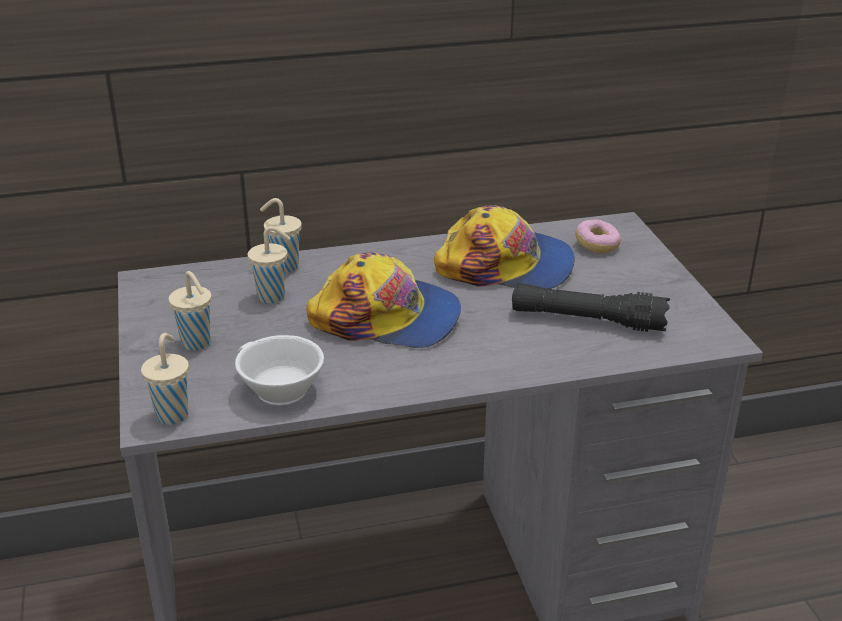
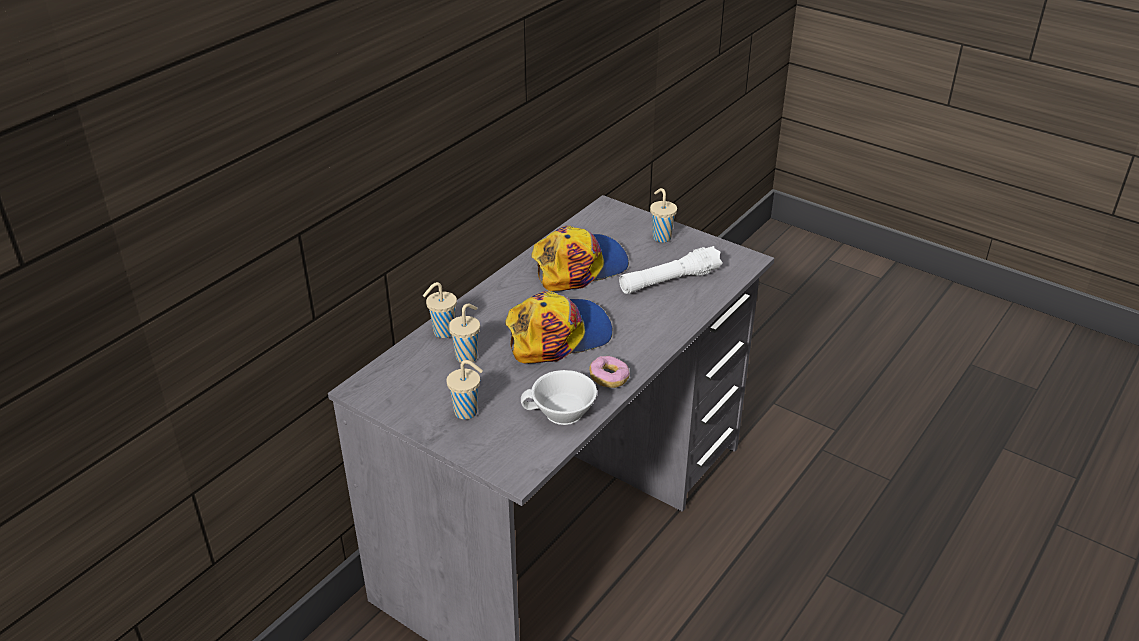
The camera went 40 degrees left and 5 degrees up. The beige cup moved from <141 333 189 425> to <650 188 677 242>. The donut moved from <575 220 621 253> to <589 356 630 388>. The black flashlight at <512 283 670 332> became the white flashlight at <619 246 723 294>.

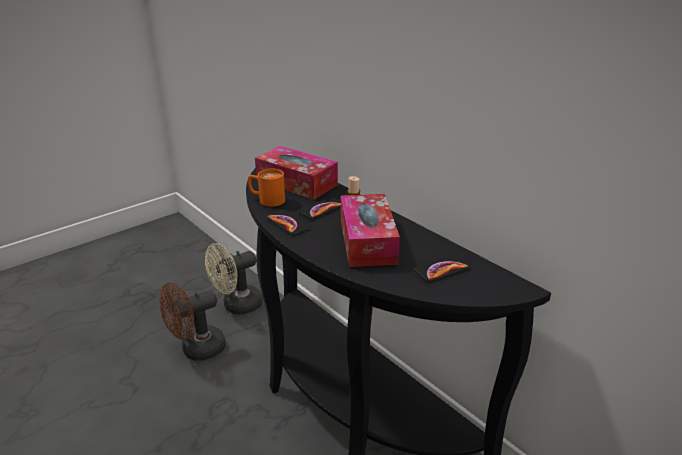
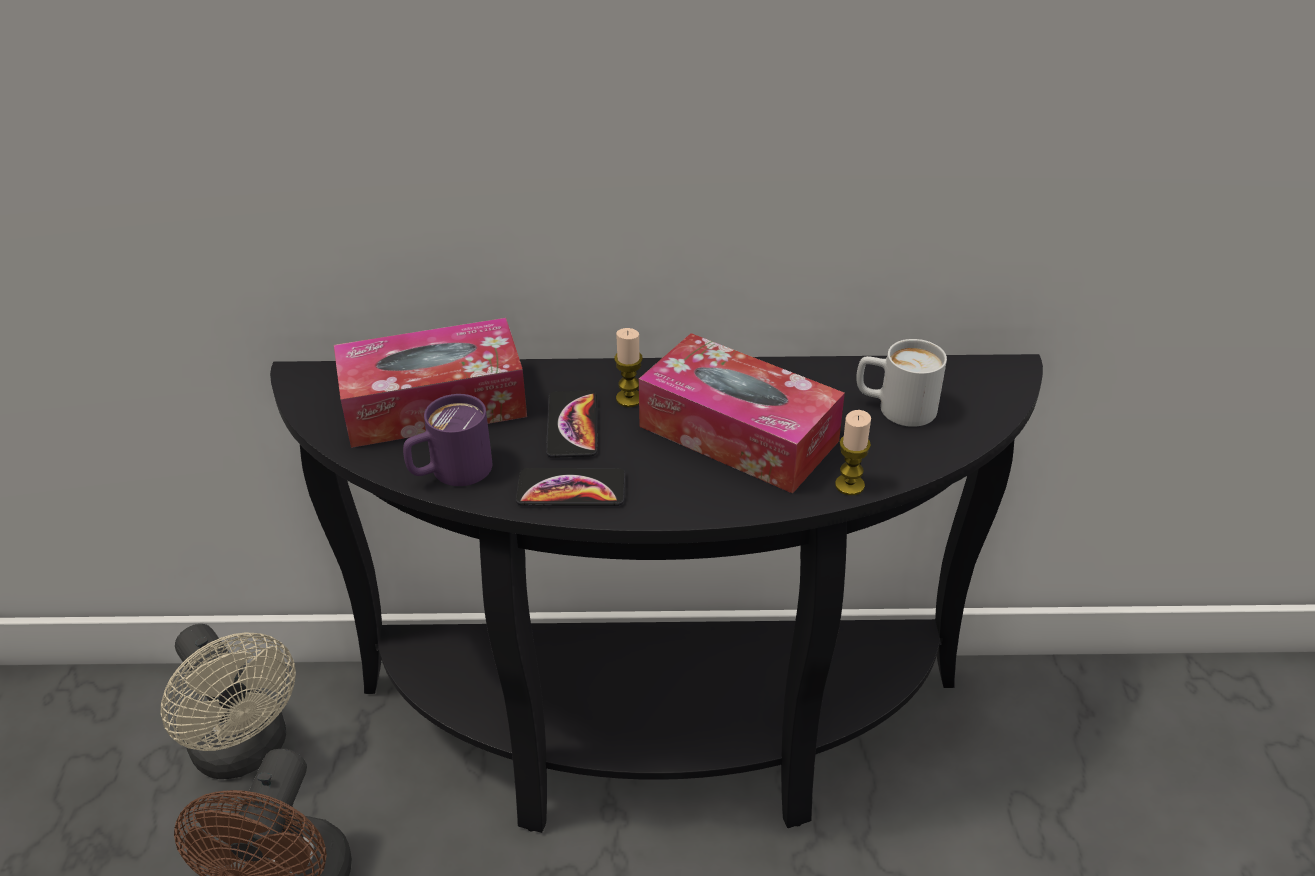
The camera went 50 degrees left and 10 degrees up. The candle at <835 410 871 495> appeared. The phone at <413 254 471 282> was replaced by the white mug at <856 339 947 427>. The orange mug at <248 169 285 207> became the purple mug at <403 394 492 486>. The beige fan at <205 243 263 314> turned 45 degrees counterclockwise.

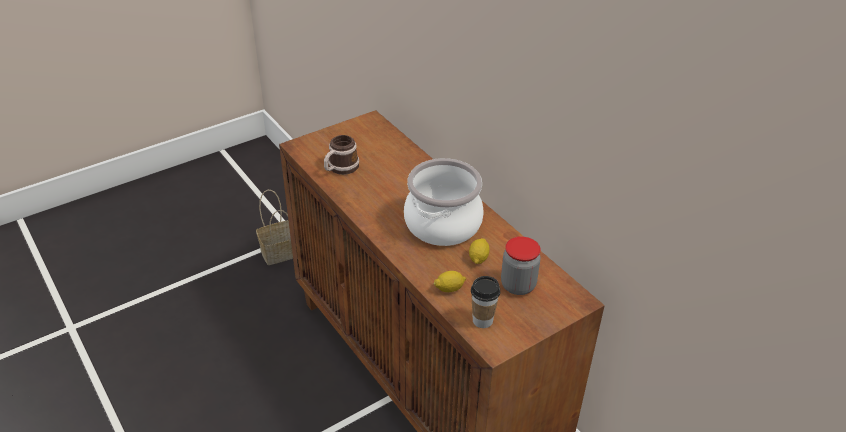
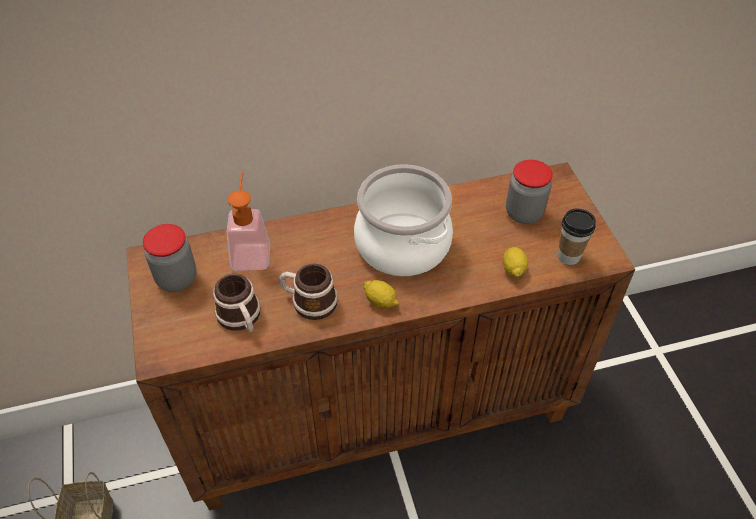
The camera went 70 degrees left and 10 degrees up. The jar at <143 224 197 292> appeared. The soap dispenser at <227 172 270 271> appeared. The mug at <279 264 338 320> appeared. The lemon moved from <469 238 490 264> to <363 280 399 309>.

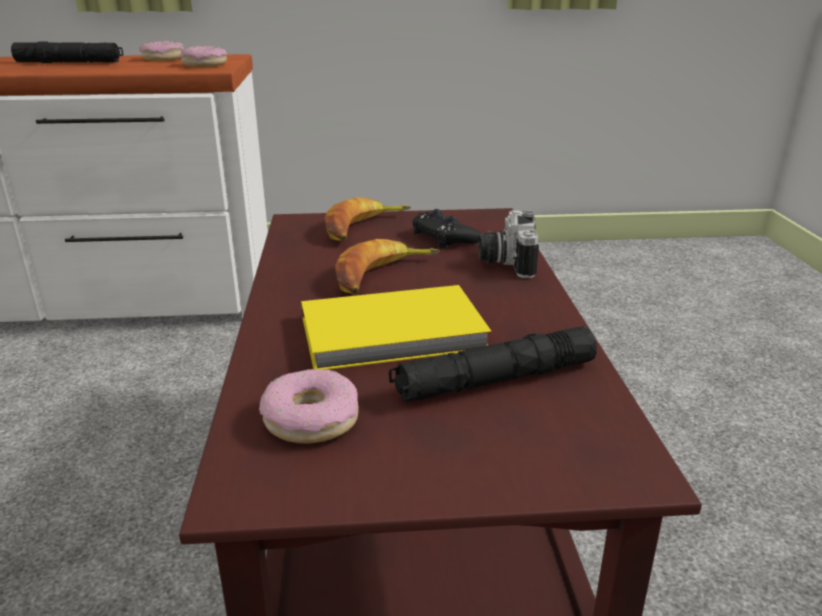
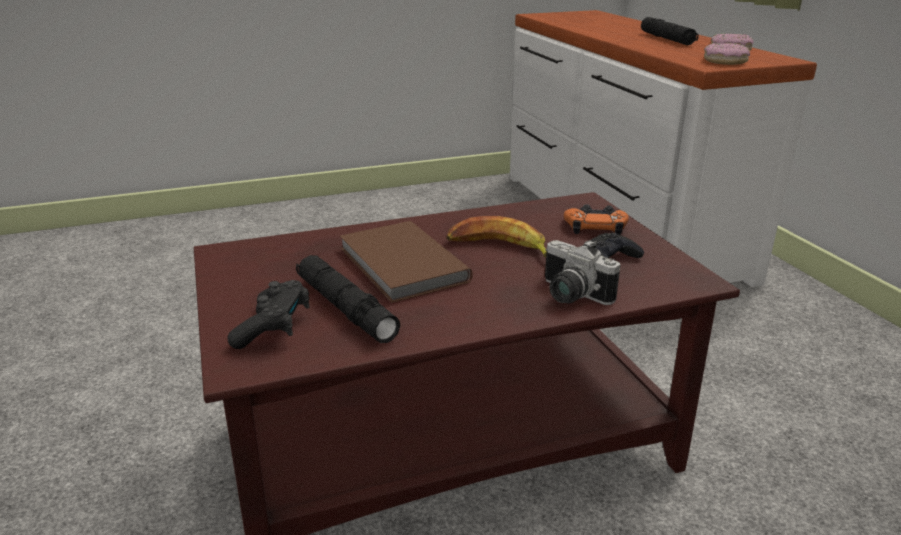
The camera went 75 degrees right and 0 degrees up. The donut at <259 369 359 444> disappeared. The black game controller at <227 280 309 349> appeared. The banana at <325 197 411 241> was replaced by the orange game controller at <564 204 629 235>. The yellow book at <301 285 492 370> became the brown book at <340 221 473 303>. The photo camera at <478 210 539 278> turned 120 degrees counterclockwise.

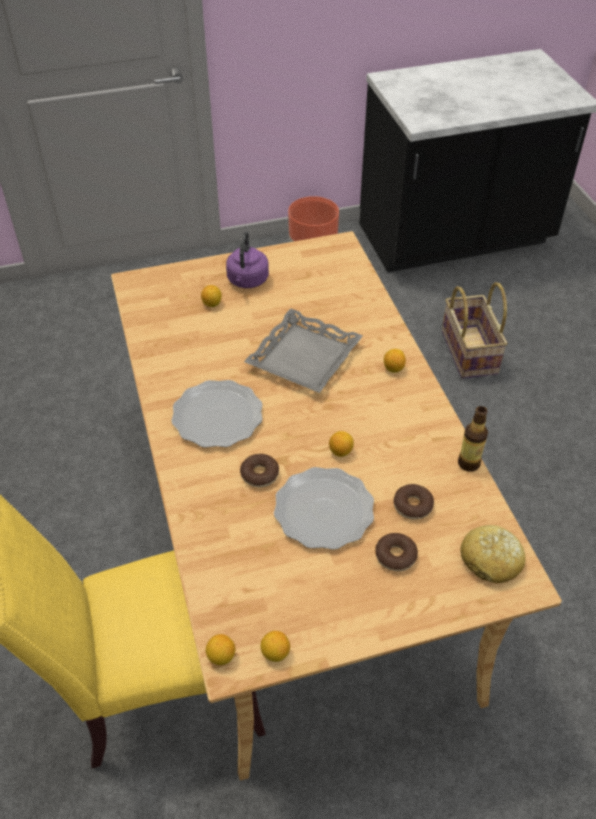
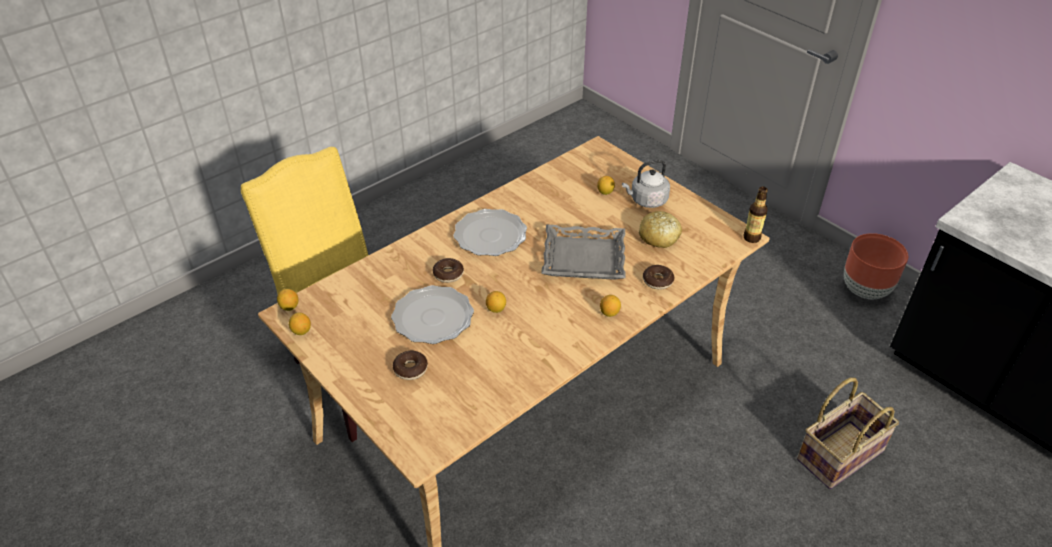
The camera went 65 degrees right and 5 degrees down. The donut moved from <394 484 434 520> to <643 265 674 290>. The bottle moved from <458 406 488 472> to <743 187 768 243>. The bread moved from <461 525 526 583> to <639 211 682 248>. The purple kettle at <226 231 269 288> became the grey kettle at <622 159 670 208>.

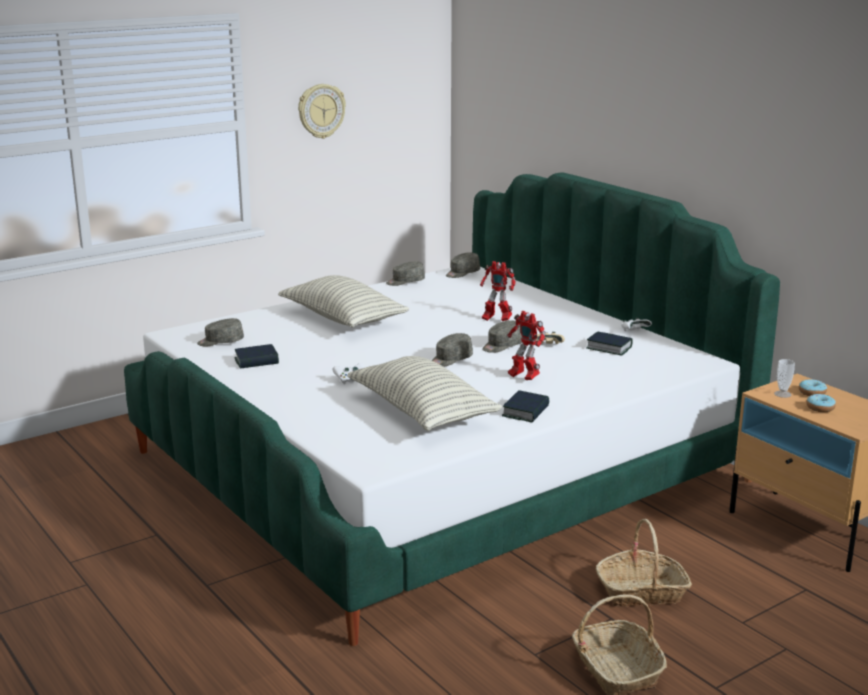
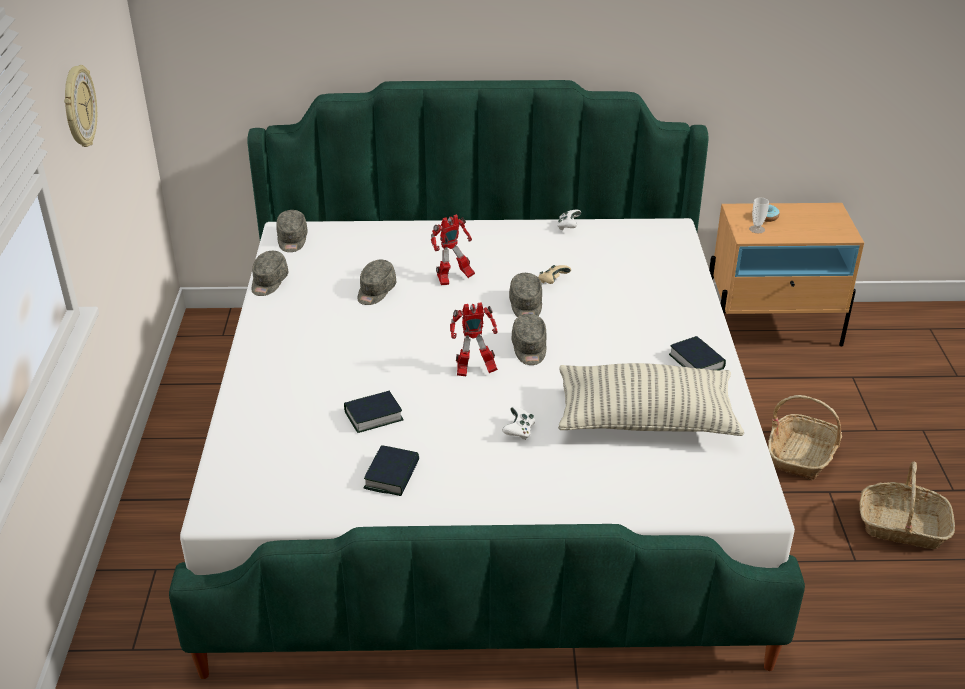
The camera went 55 degrees left and 15 degrees up. The pillow at <278 275 409 327> disappeared. The donut at <806 394 836 412> disappeared. The grey cap moved from <197 318 244 346> to <358 260 396 305>. The toy robot moved from <508 311 546 380> to <450 302 498 376>. The book moved from <587 331 633 356> to <344 391 404 433>.

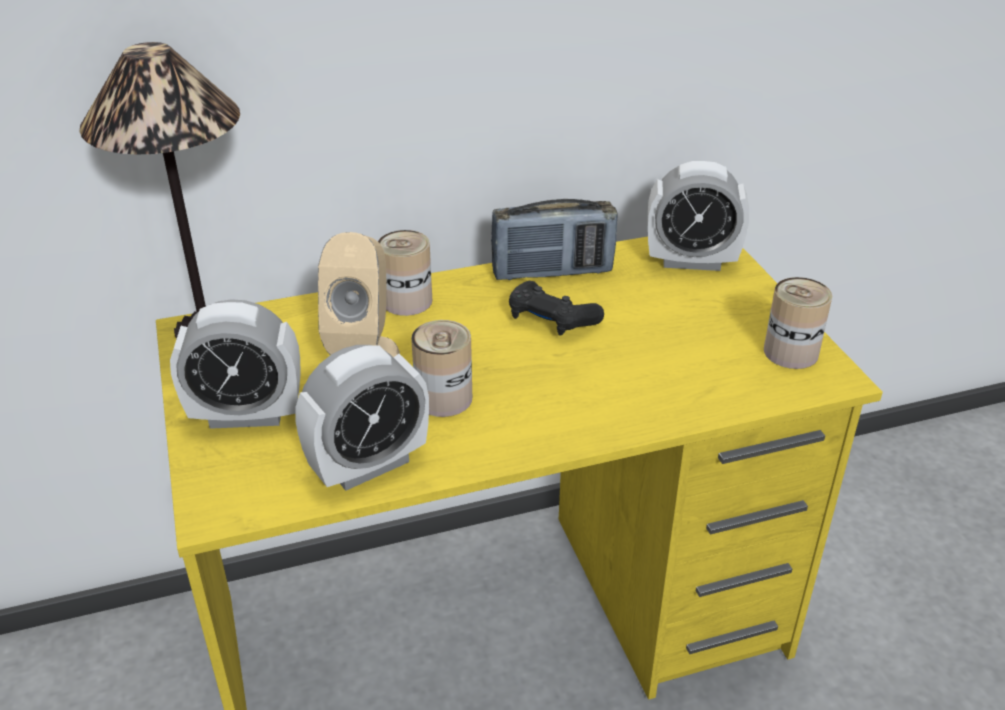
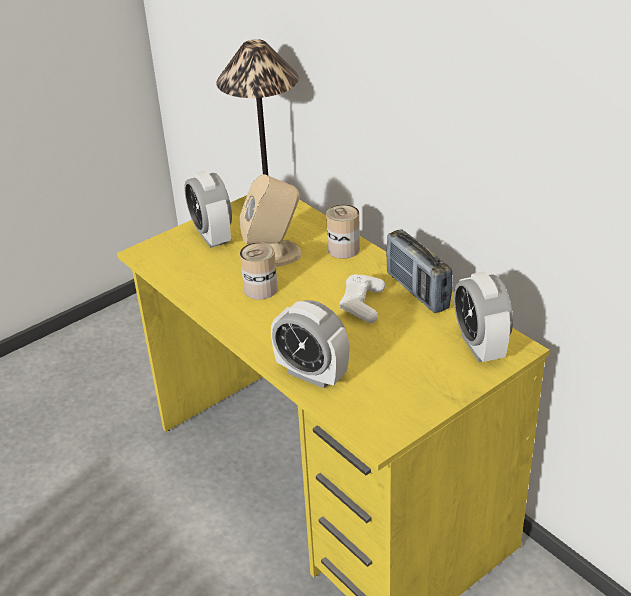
The camera went 70 degrees right and 0 degrees up. The can at <764 277 832 369> disappeared. The alarm clock moved from <295 345 429 491> to <271 300 349 389>. The black game controller at <509 281 604 336> became the white game controller at <340 274 385 323>.

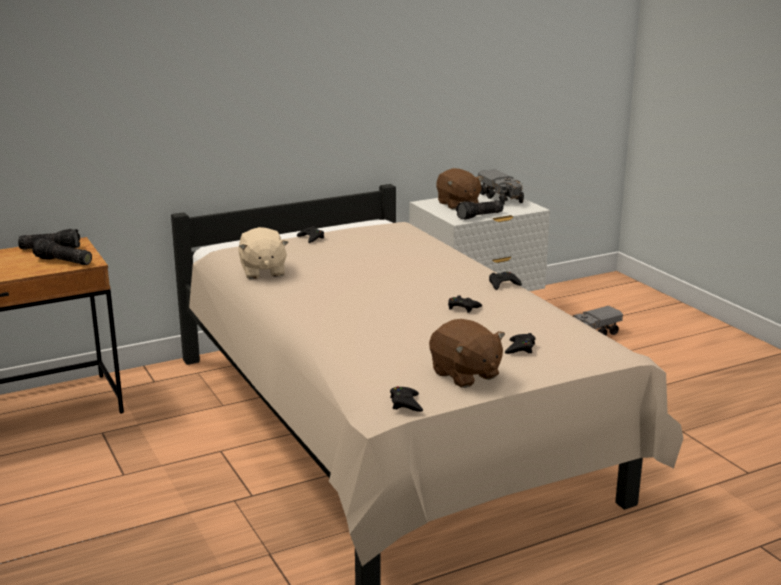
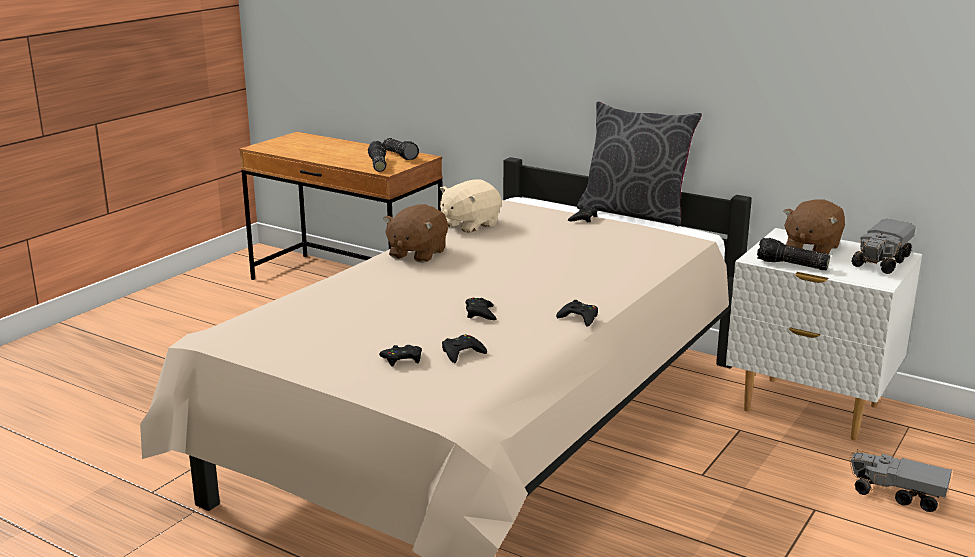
The camera went 60 degrees right and 0 degrees up. The grey pillow at <577 101 702 226> appeared. The black game controller moved from <390 386 423 412> to <442 335 487 363>. The brown plush toy moved from <429 319 505 388> to <383 204 448 263>.

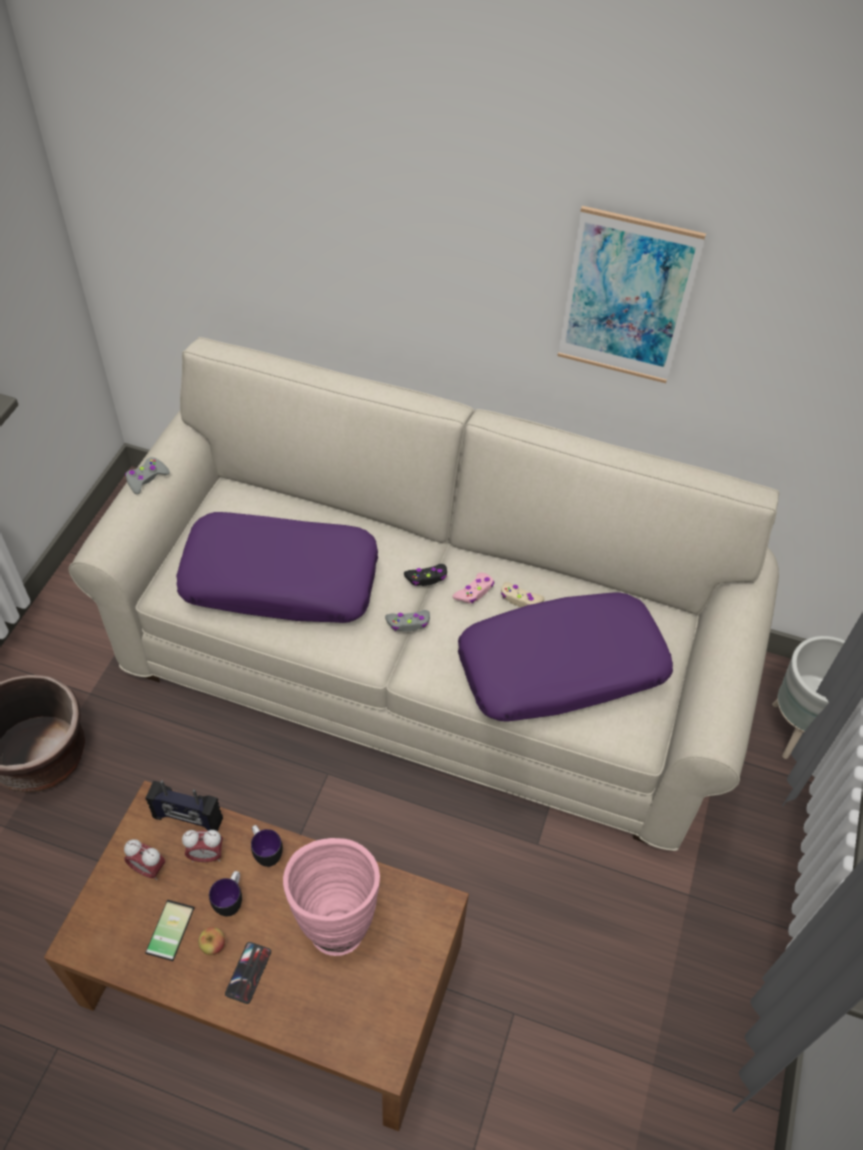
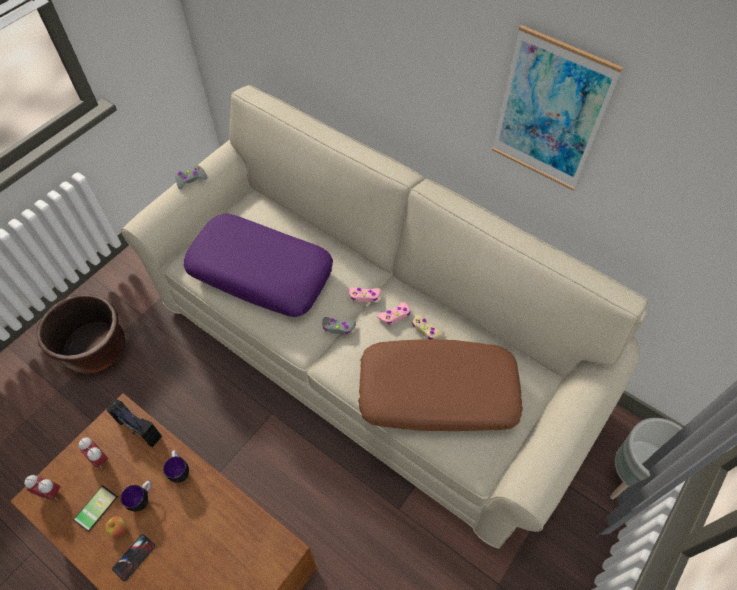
The camera went 20 degrees right and 5 degrees up. The pink vase at <283 838 380 956> disappeared. The alarm clock moved from <182 830 223 862> to <24 475 61 500>. The black game controller at <404 564 447 586> became the pink game controller at <349 287 381 302>. The purple pillow at <458 593 673 722> became the brown pillow at <358 339 523 431>.

